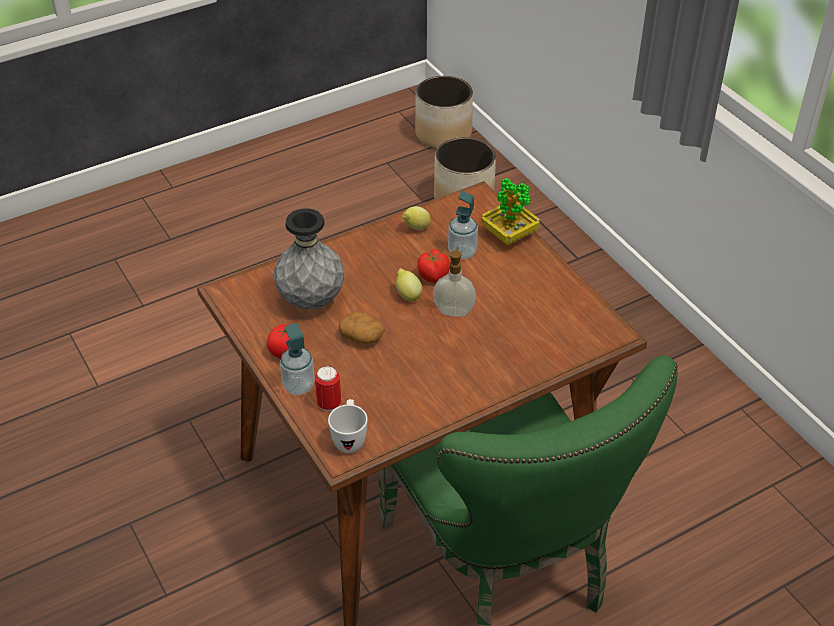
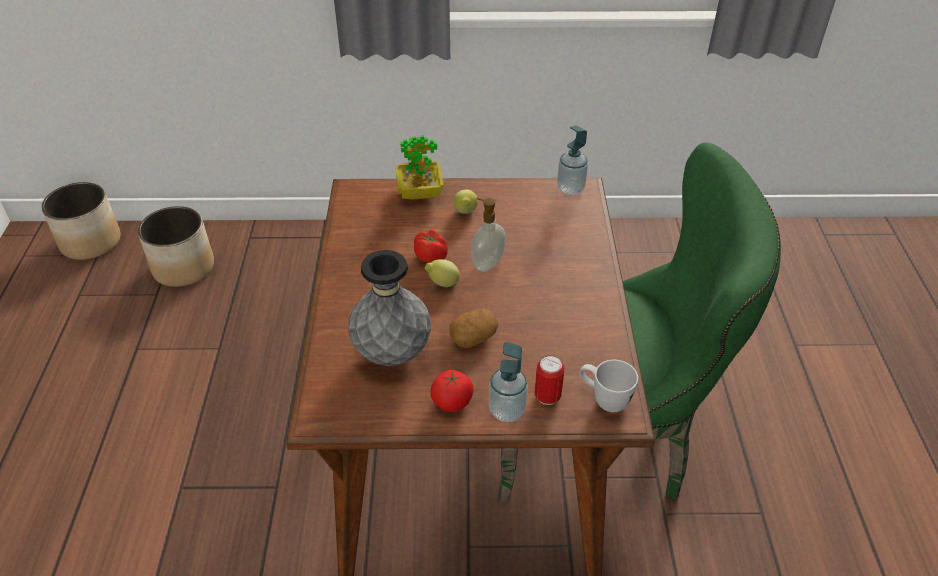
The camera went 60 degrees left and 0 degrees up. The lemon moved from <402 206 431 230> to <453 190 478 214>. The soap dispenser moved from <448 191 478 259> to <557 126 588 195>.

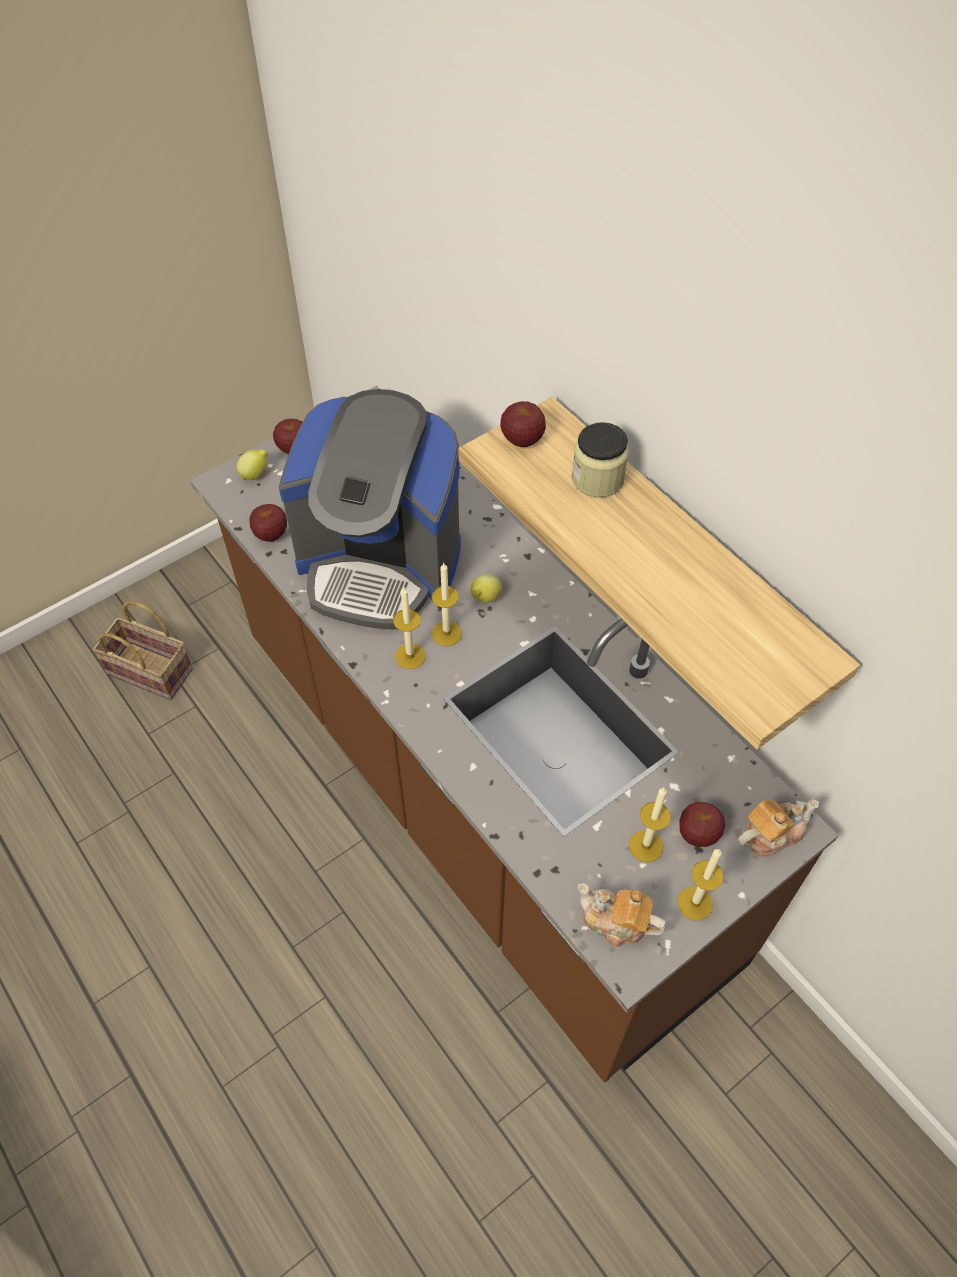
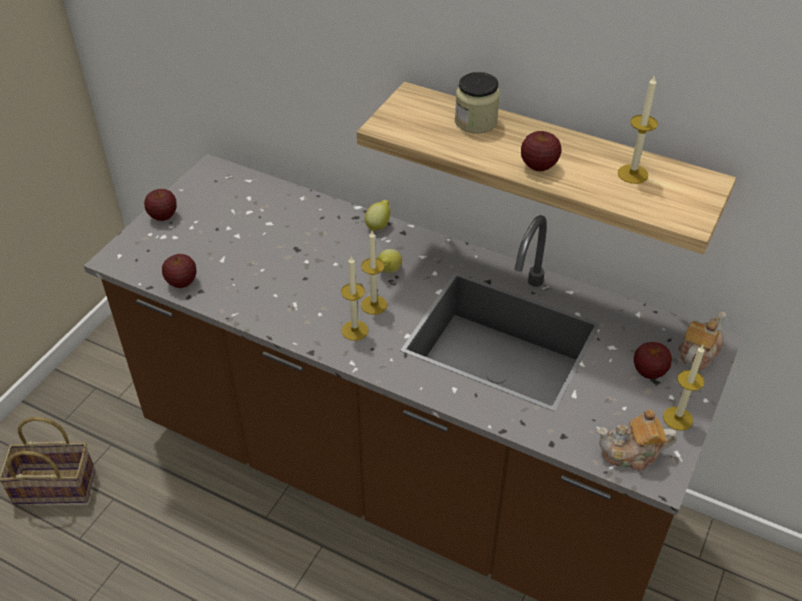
The camera went 25 degrees left and 10 degrees down. The coffee machine at <279 389 461 629> disappeared. The lemon moved from <236 449 268 480> to <365 200 390 231>. The apple moved from <500 401 546 447> to <521 131 561 171>. The candle moved from <629 788 671 862> to <618 75 658 184>.

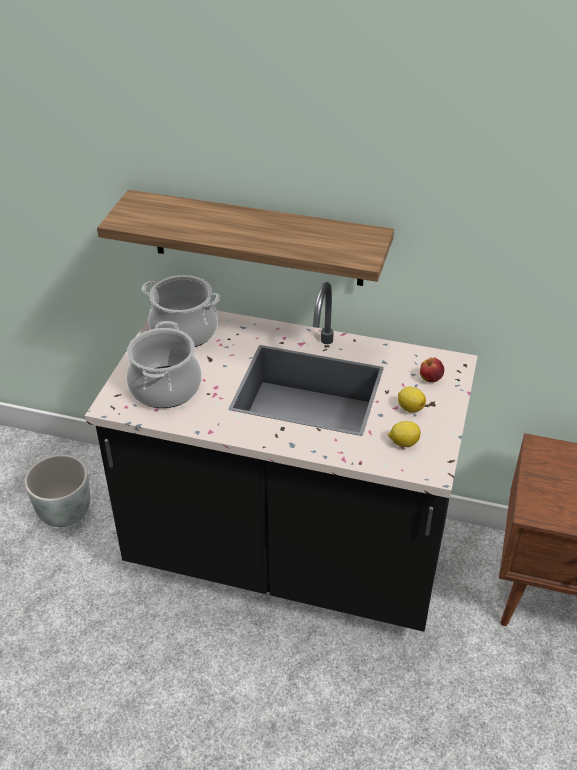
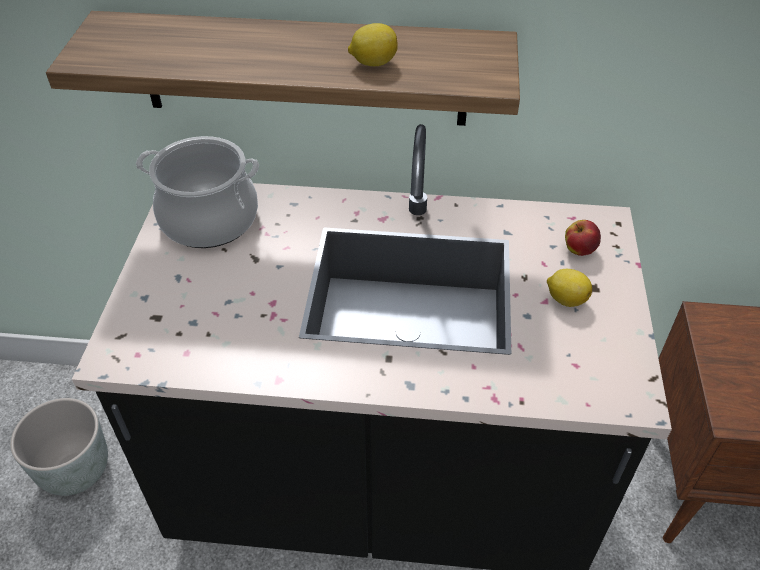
The camera went 10 degrees left and 5 degrees up. The cooking pot at <126 321 202 408> disappeared. The lemon moved from <388 421 420 447> to <348 23 398 66>.

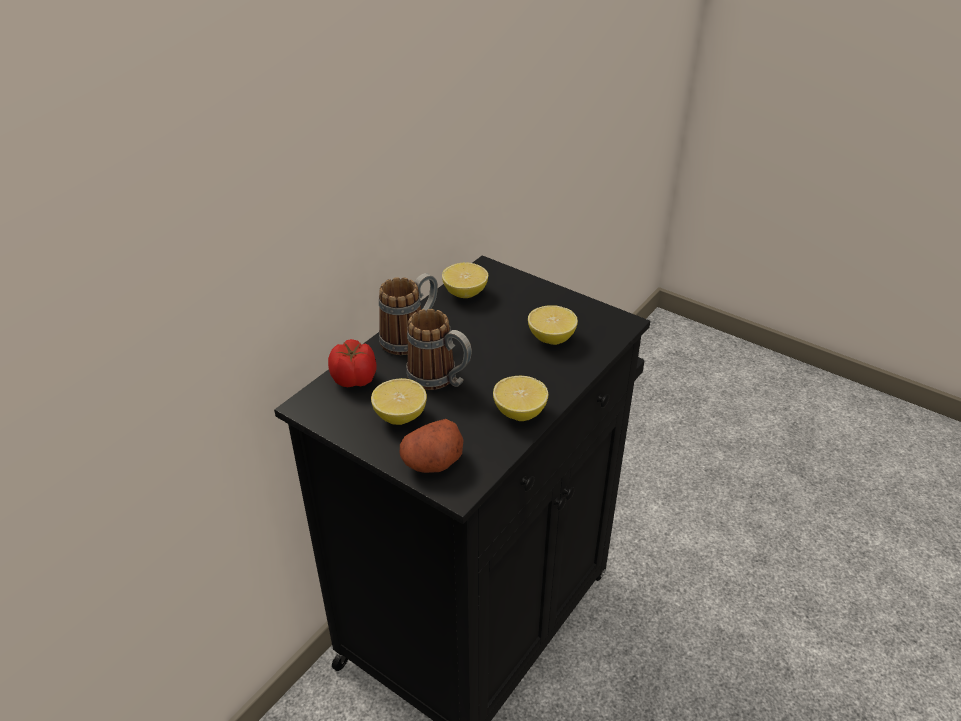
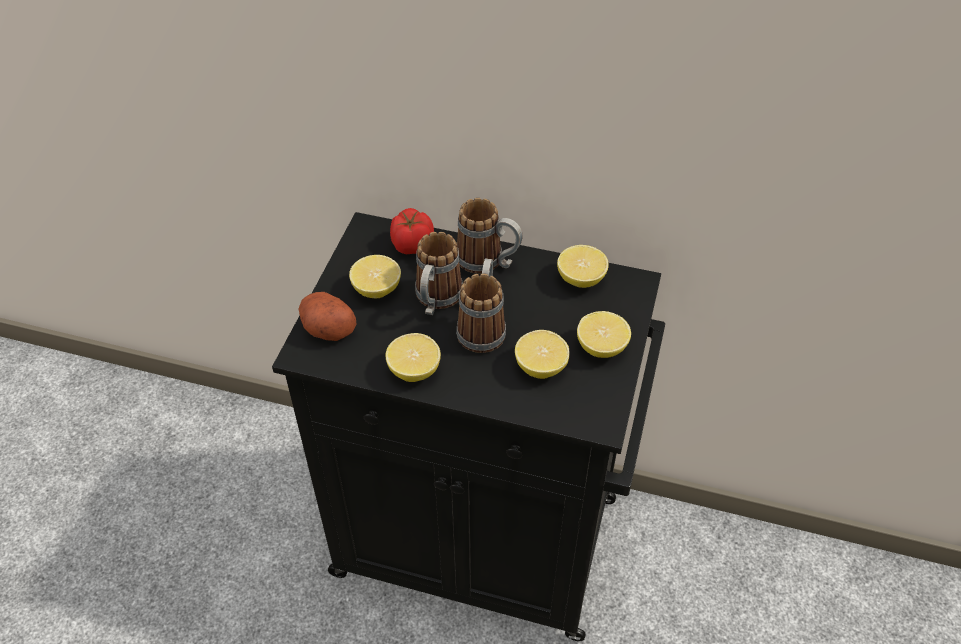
The camera went 70 degrees right and 10 degrees up. The mug at <456 259 506 353> appeared. The lemon at <577 311 631 358> appeared.

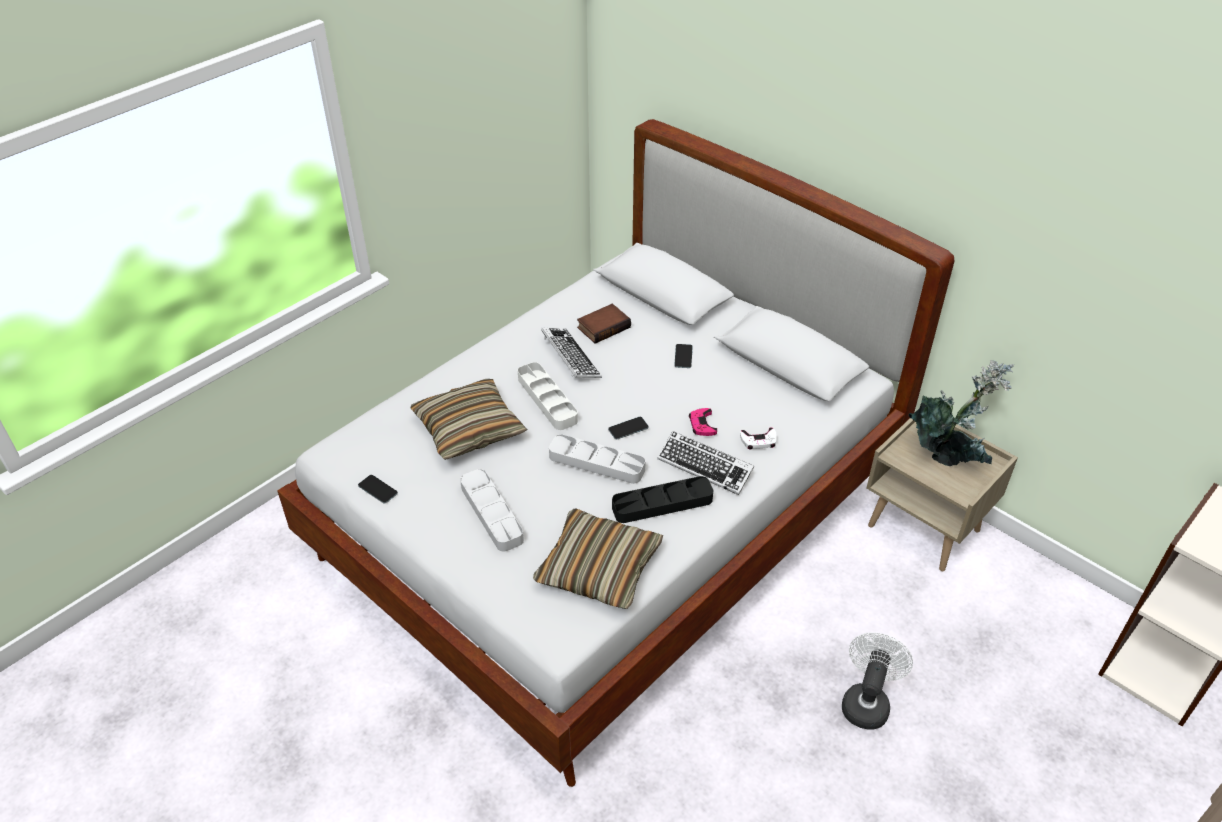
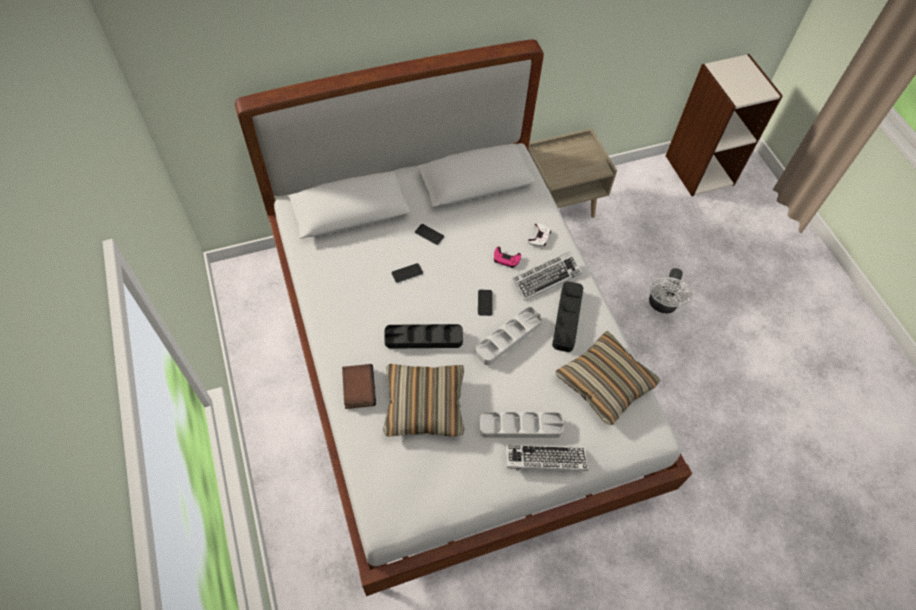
The camera went 65 degrees left and 15 degrees up. The potted plant at <909 360 1014 466> disappeared. The phone moved from <358 475 398 503> to <392 263 423 283>. The keyboard moved from <541 328 602 378> to <506 445 588 473>. The book moved from <577 304 631 344> to <342 364 376 409>. The white tray at <518 362 578 430> became the black tray at <384 324 463 349>. The white fan at <842 633 913 729> turned 120 degrees counterclockwise.

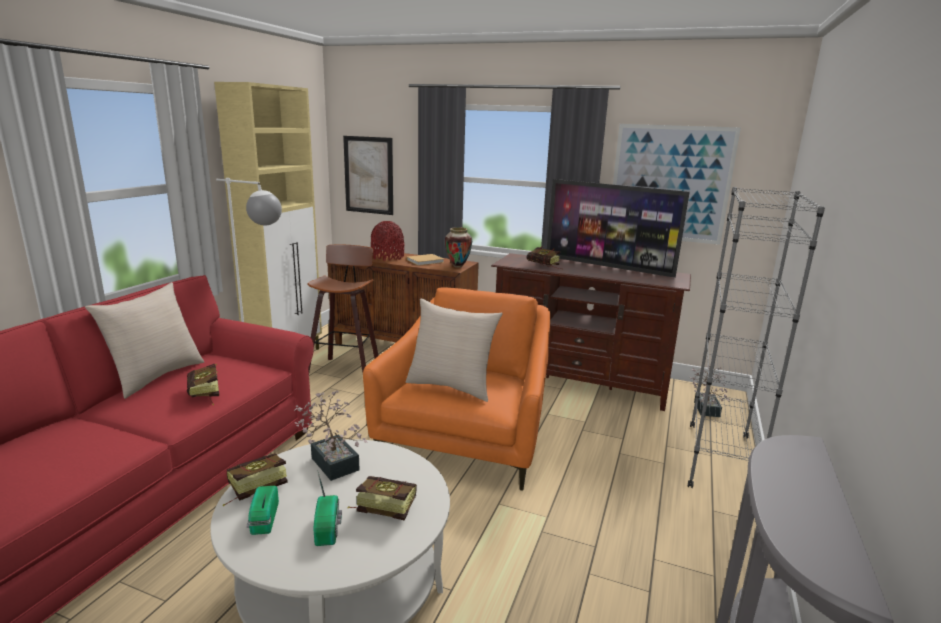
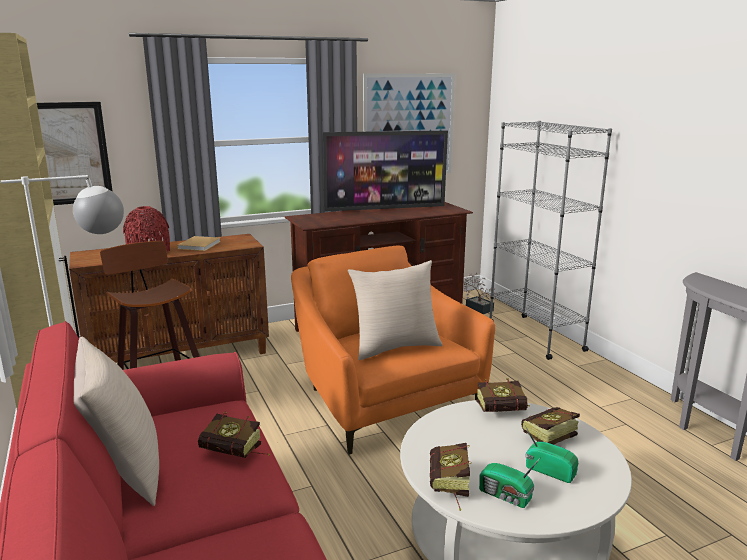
The camera went 45 degrees left and 0 degrees up. The potted plant at <293 390 368 481> disappeared. The vase at <445 227 472 268> disappeared. The book moved from <527 246 561 269> to <477 378 530 412>.

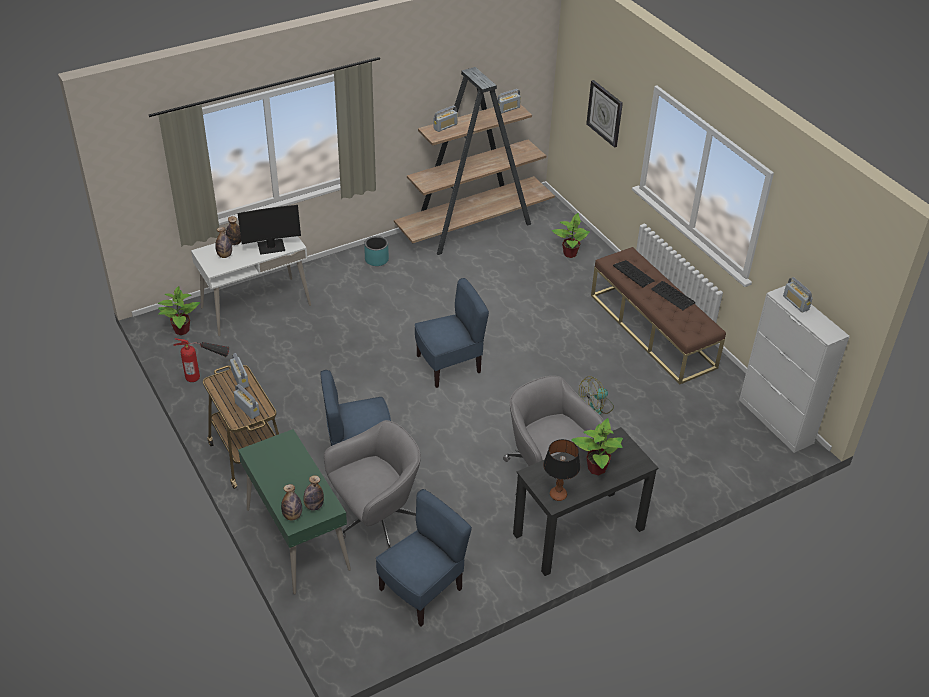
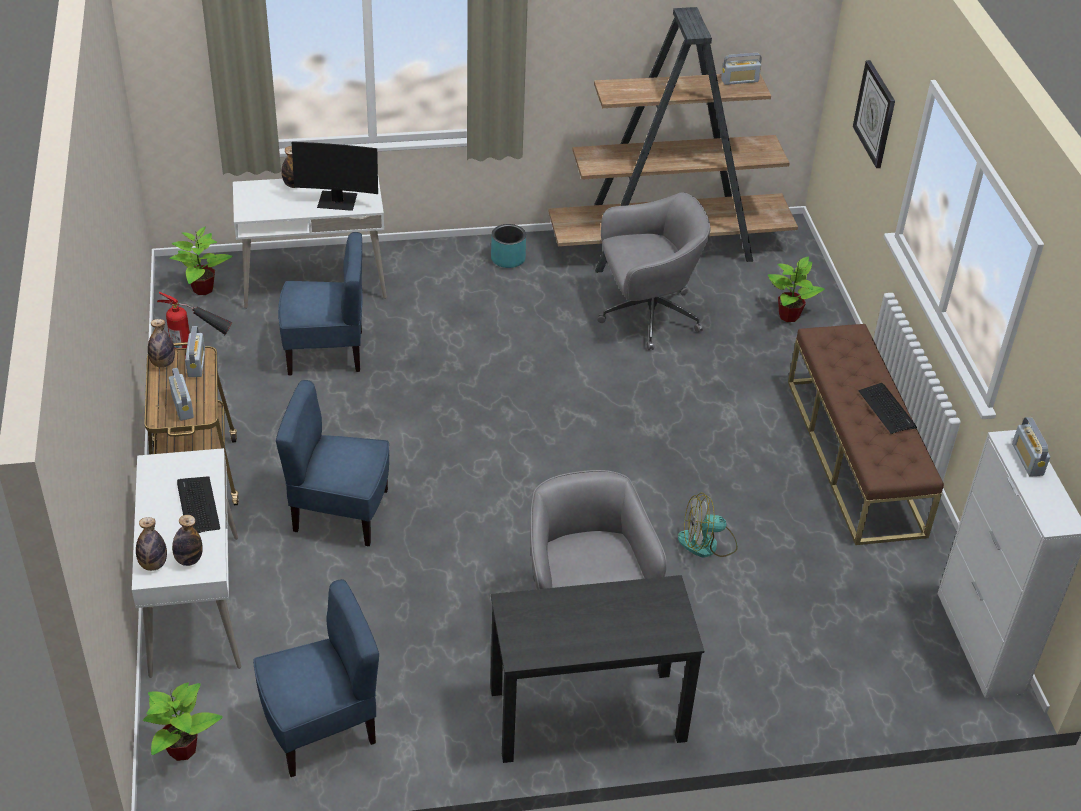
The camera went 20 degrees right and 0 degrees up. The radio at <433 106 458 132> disappeared. The table lamp at <543 439 580 501> disappeared. The bottle moved from <215 227 232 258> to <148 319 175 368>. The grey office chair moved from <324 420 421 550> to <597 192 711 350>. The blue chair moved from <415 278 489 388> to <278 232 363 376>. The potted plant moved from <571 418 623 475> to <143 682 223 761>. The keyboard moved from <613 260 655 288> to <177 476 220 533>. The green desk at <238 429 351 594> became the white desk at <132 448 241 678>.

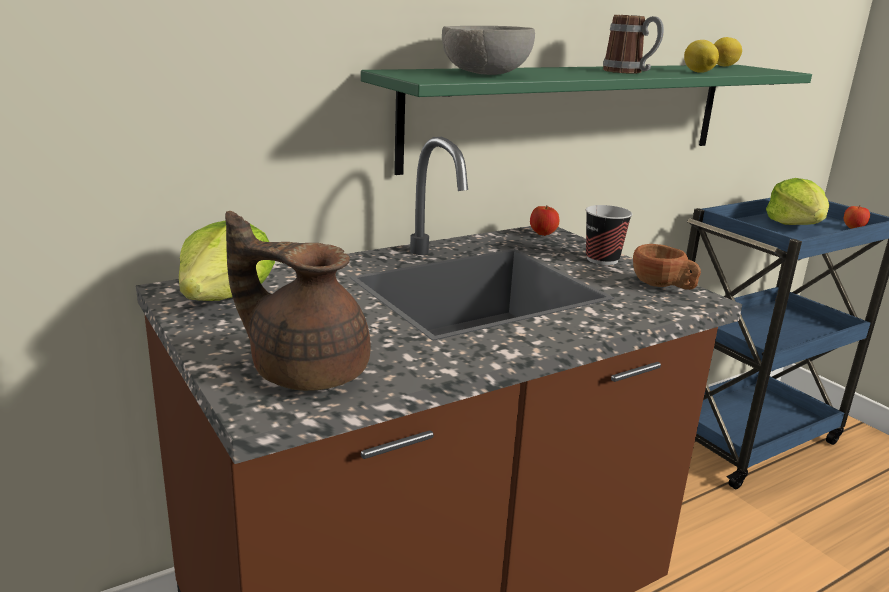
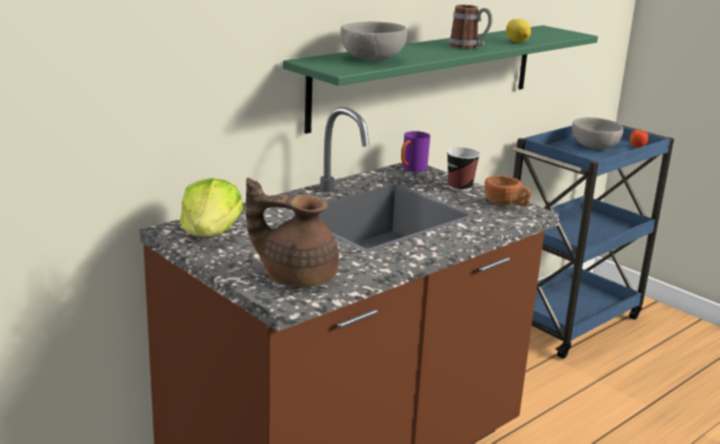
The camera went 10 degrees left and 0 degrees up. The lemon at <714 37 742 66> disappeared. The apple at <530 206 559 236> was replaced by the purple mug at <401 131 430 172>. The lettuce at <766 178 830 225> was replaced by the grey bowl at <572 117 623 149>.

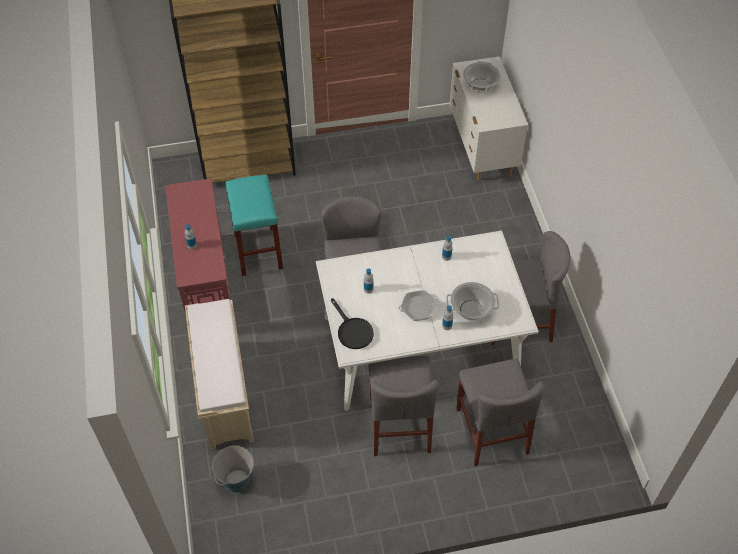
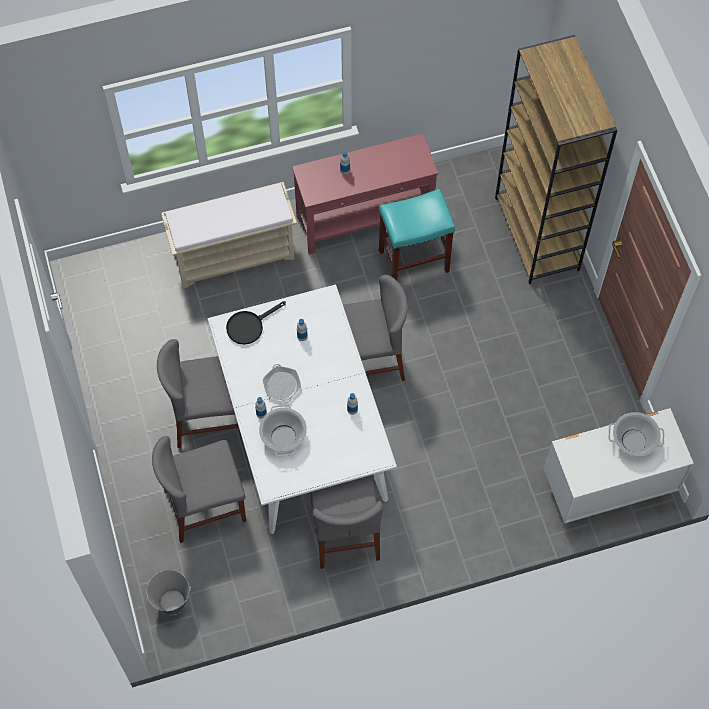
The camera went 85 degrees right and 10 degrees up. The bucket moved from <212 445 254 493> to <146 570 191 615>.

